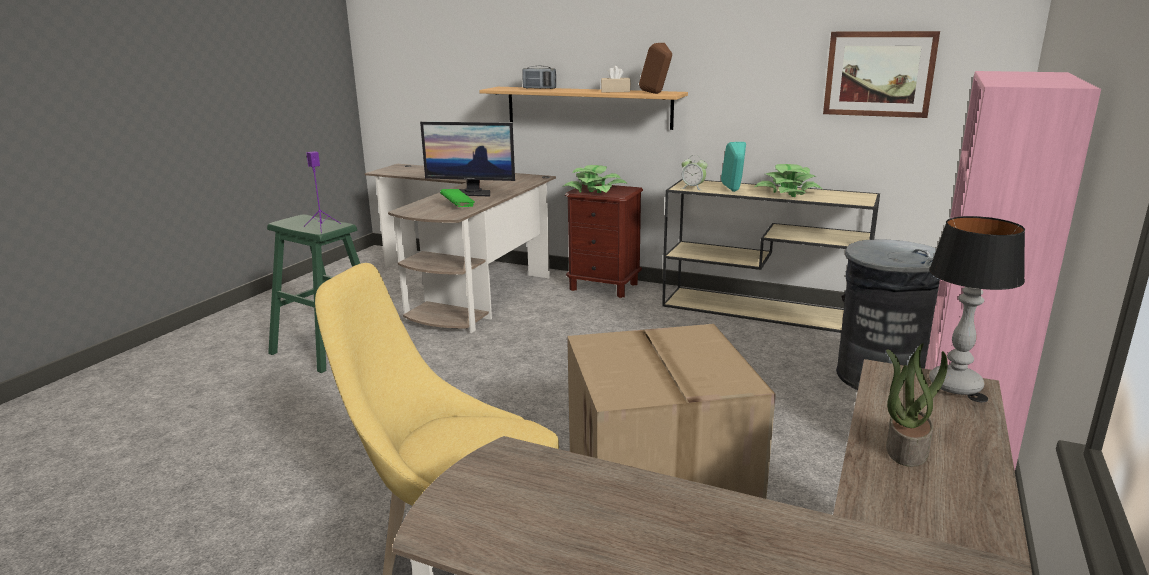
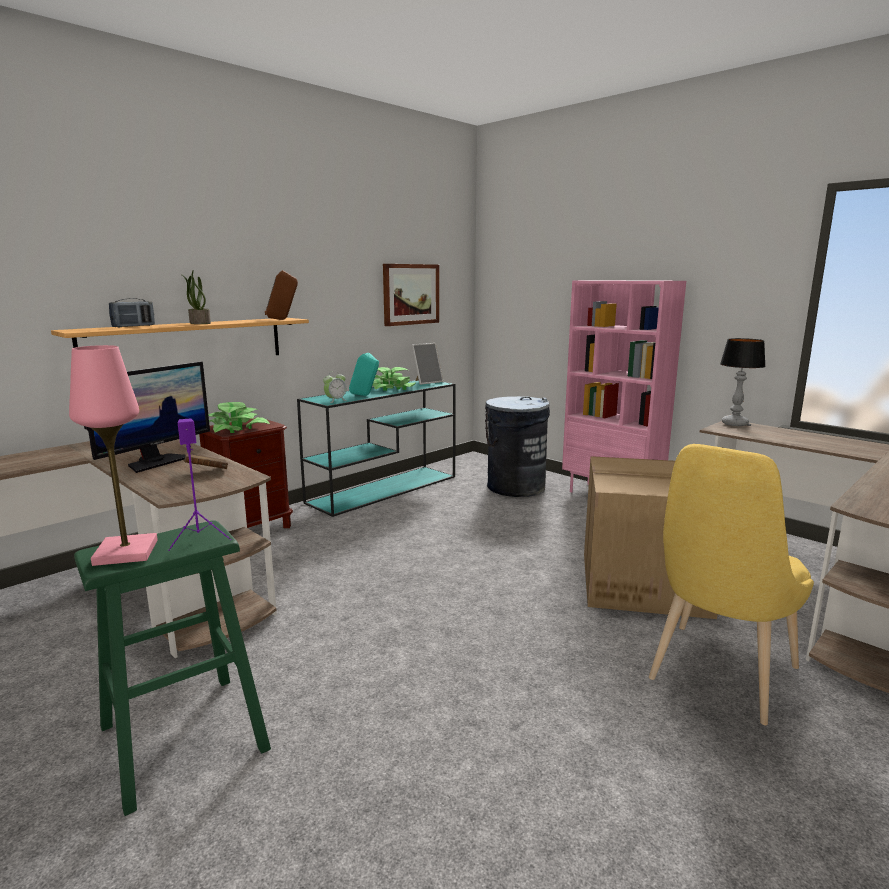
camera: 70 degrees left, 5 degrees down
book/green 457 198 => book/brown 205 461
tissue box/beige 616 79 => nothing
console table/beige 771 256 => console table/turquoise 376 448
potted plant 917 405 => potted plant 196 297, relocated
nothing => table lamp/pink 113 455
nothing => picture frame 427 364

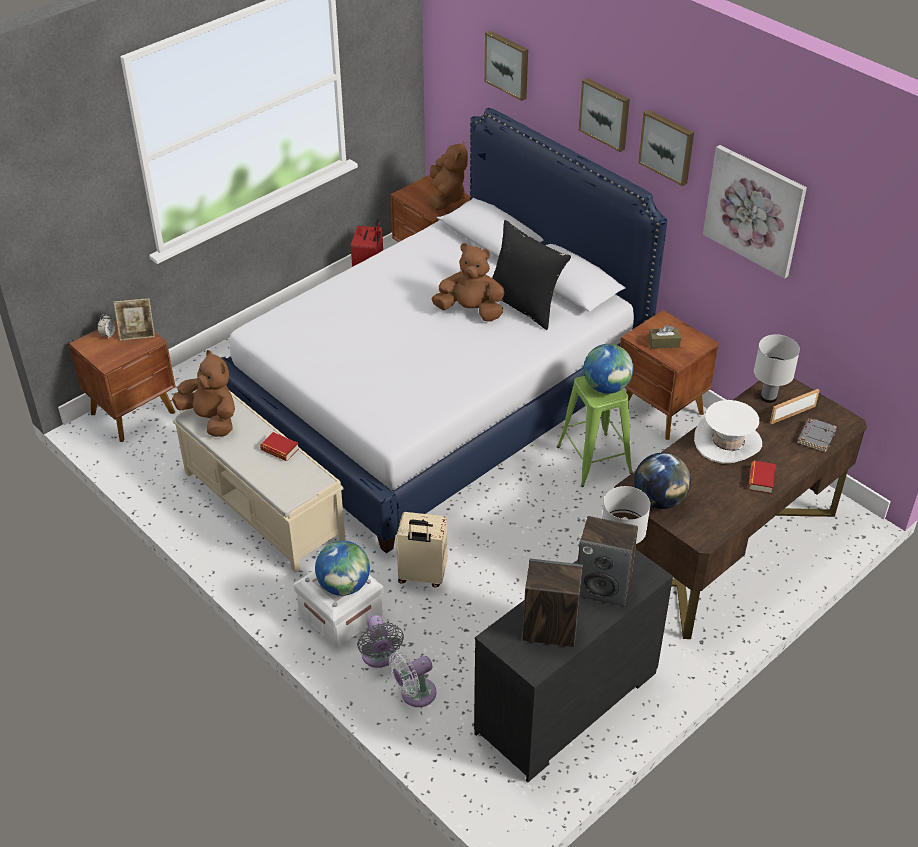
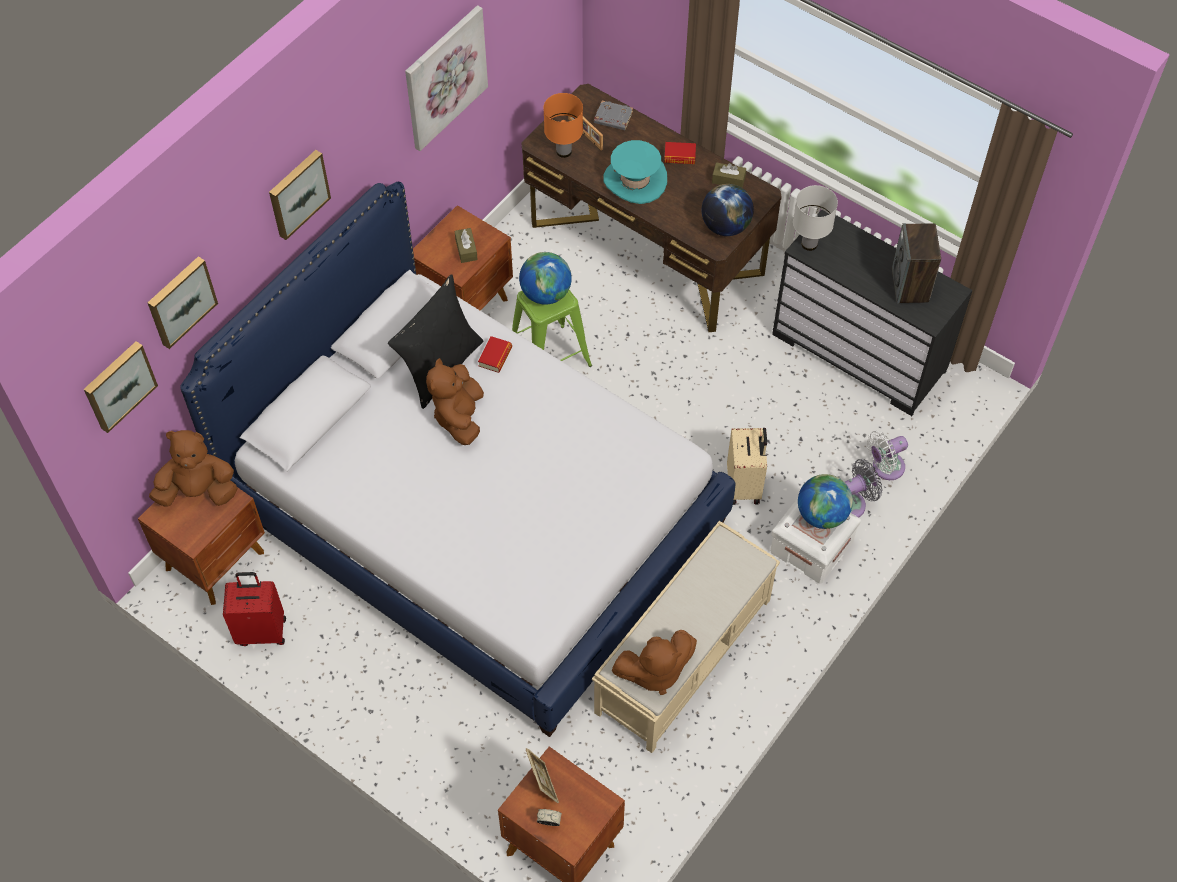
camera: 100 degrees left, 15 degrees up
plush toy/brown 203 393 => plush toy/brown 654 662, 135 degrees counterclockwise
book 279 446 => book 495 354, relocated
fan/white 412 679 => fan/white 887 455, 105 degrees clockwise
speaker 607 561 => nothing
picture 666 148 => picture 121 387, relocated
hat/white 728 431 => hat/turquoise 635 172
table lamp/white 777 368 => table lamp/orange 563 125
nothing => tissue box/brown 729 175

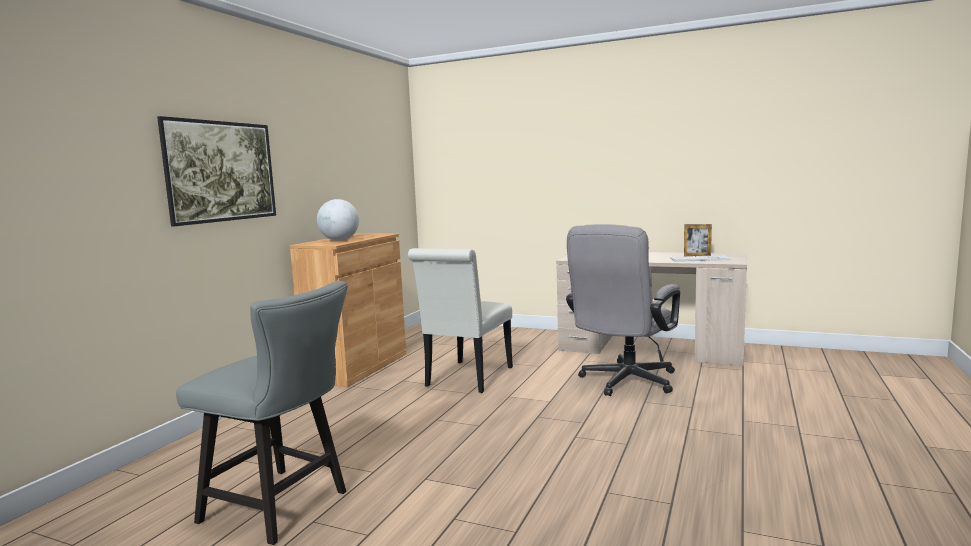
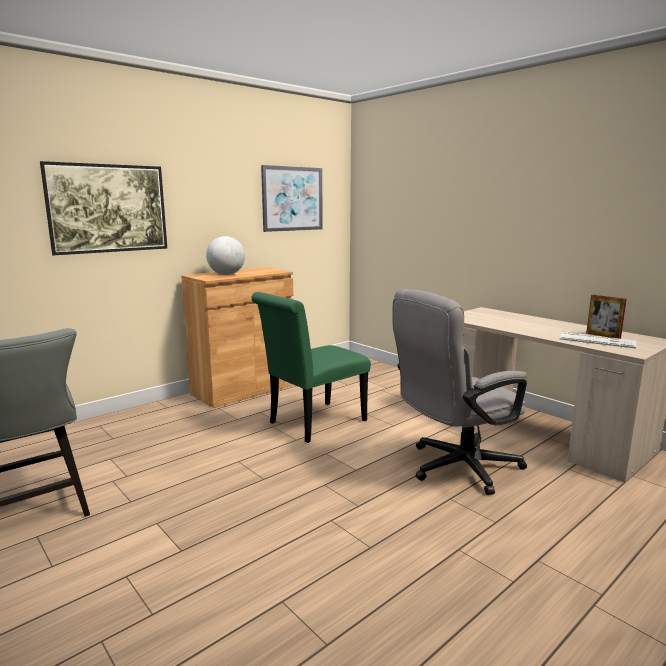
camera: 25 degrees right, 5 degrees up
chair/white 460 320 => chair/green 311 367
nothing => picture 292 198

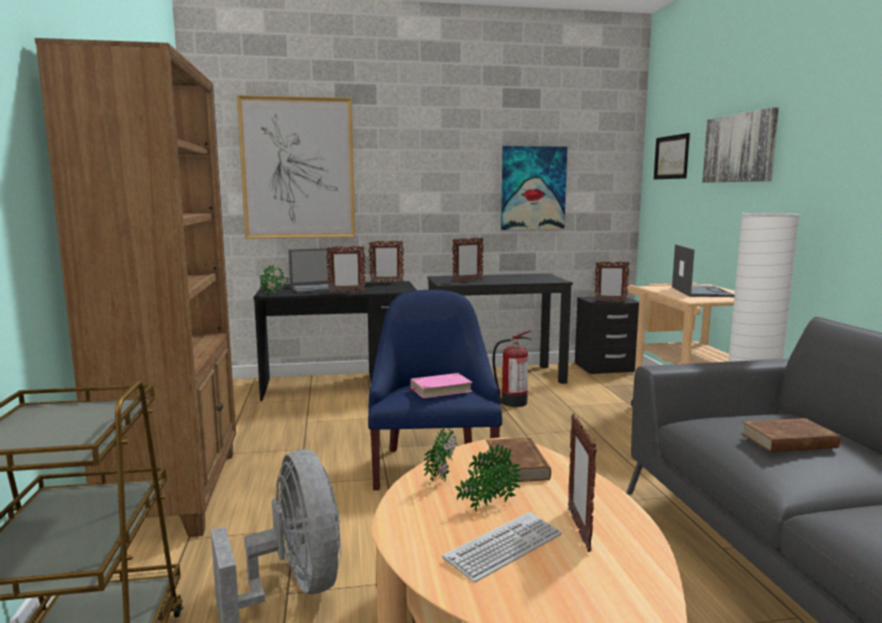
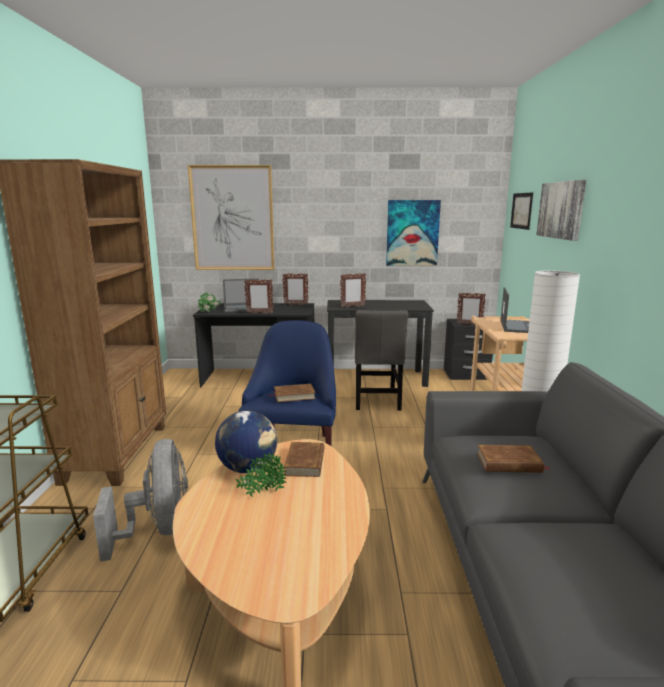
camera: 10 degrees right, 5 degrees up
book/pink 439 385 => book/brown 292 393
potted plant 440 455 => globe 246 442
keyboard 502 547 => nothing
fire extinguisher 512 368 => chair/grey 381 360
picture frame 582 483 => nothing

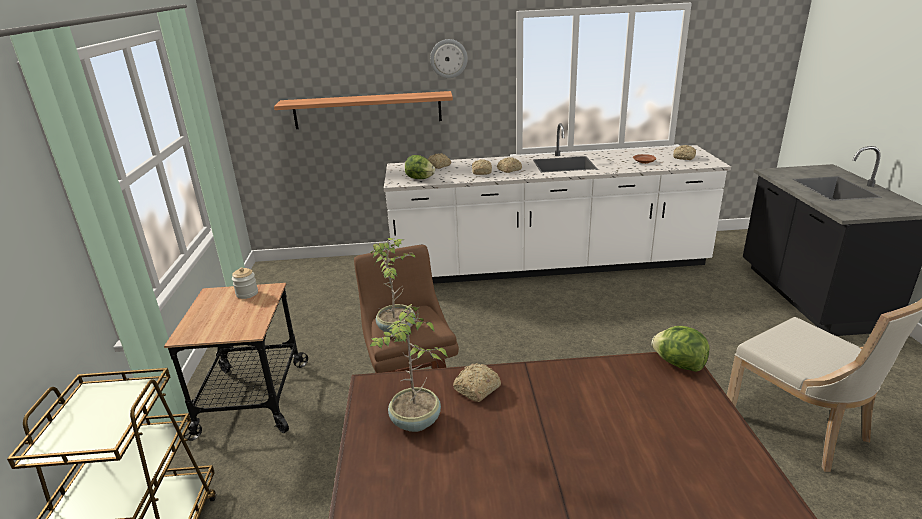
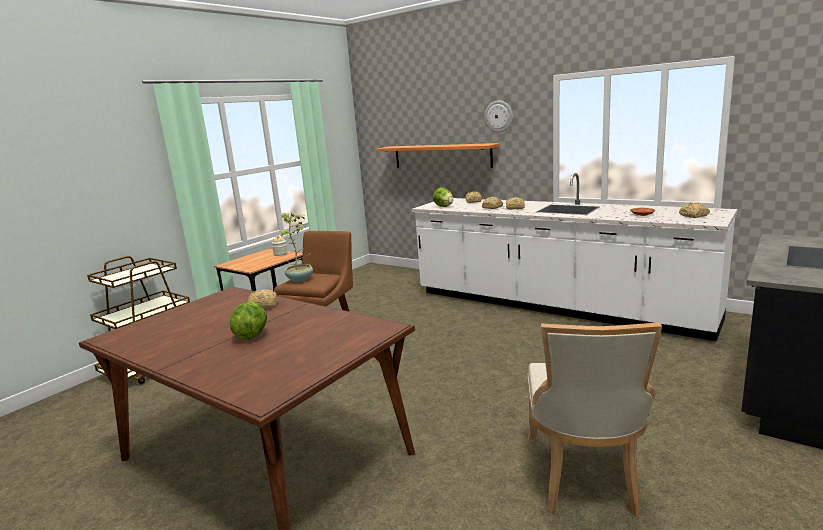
camera: 40 degrees right, 10 degrees down
potted plant 408 368 => nothing
lettuce 680 349 => lettuce 248 321, relocated

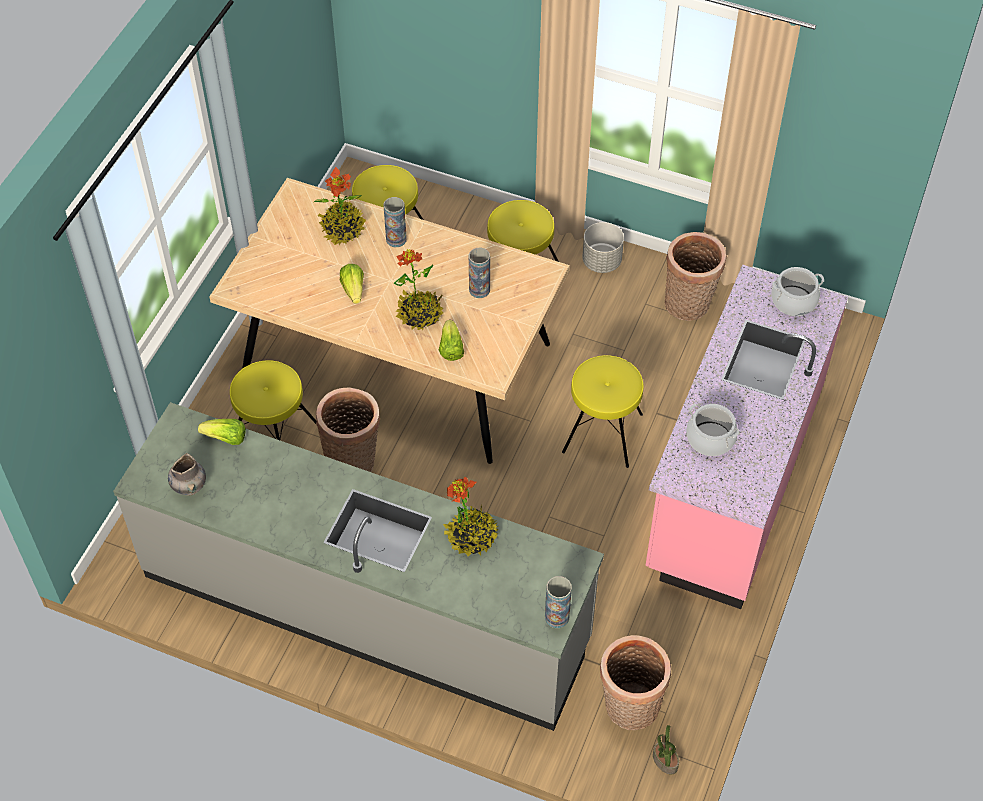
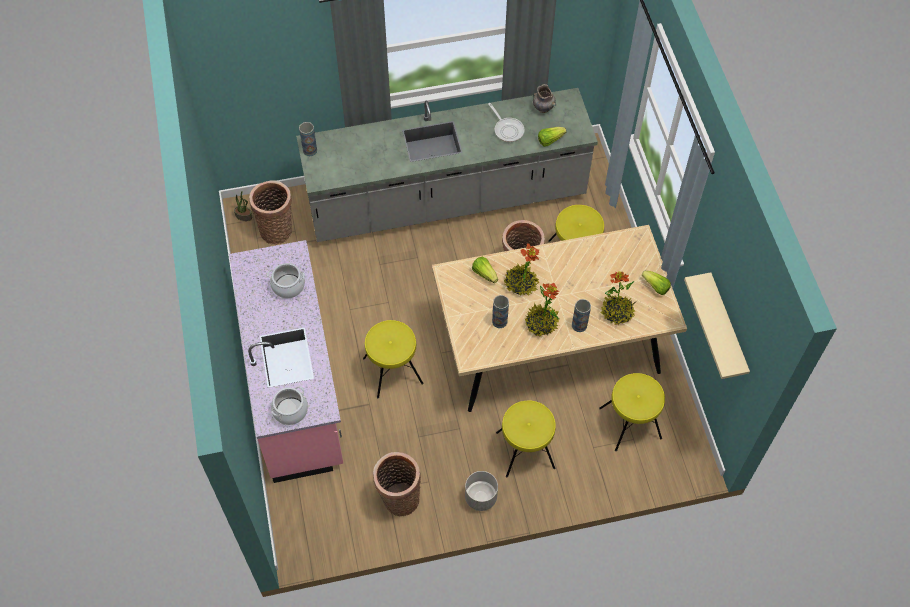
camera: 145 degrees right, 5 degrees up
lettuce 352 284 => lettuce 656 282, relocated
potted plant 471 516 => potted plant 542 310, relocated
nothing => frying pan 506 122
nothing => shelf/beige 717 325

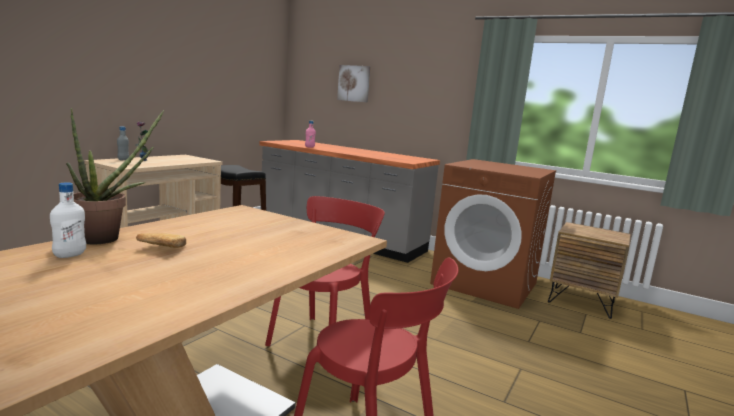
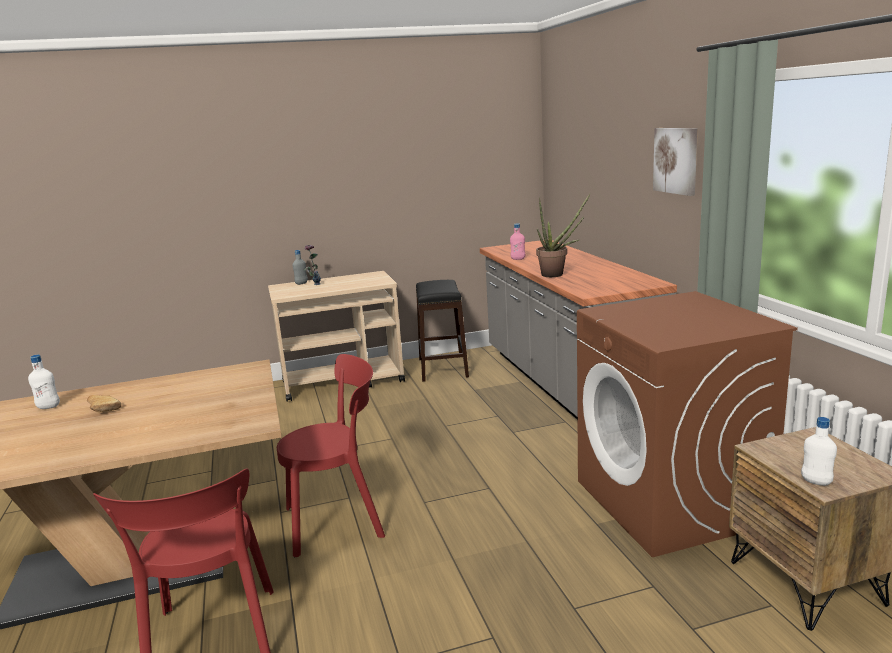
camera: 45 degrees right, 5 degrees up
potted plant 115 176 => potted plant 563 235, relocated
picture 354 84 => picture 675 162, relocated
nothing => bottle/white 819 451

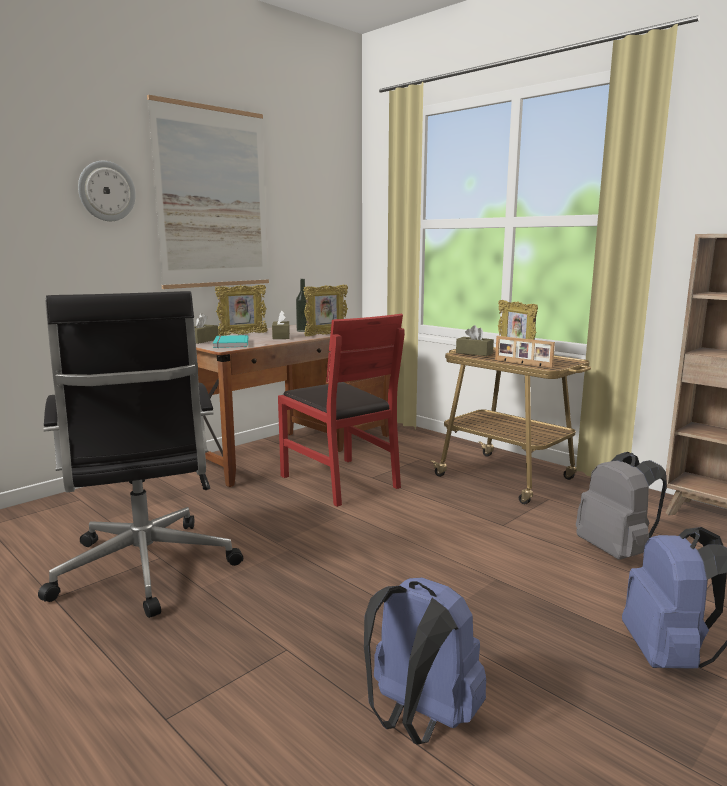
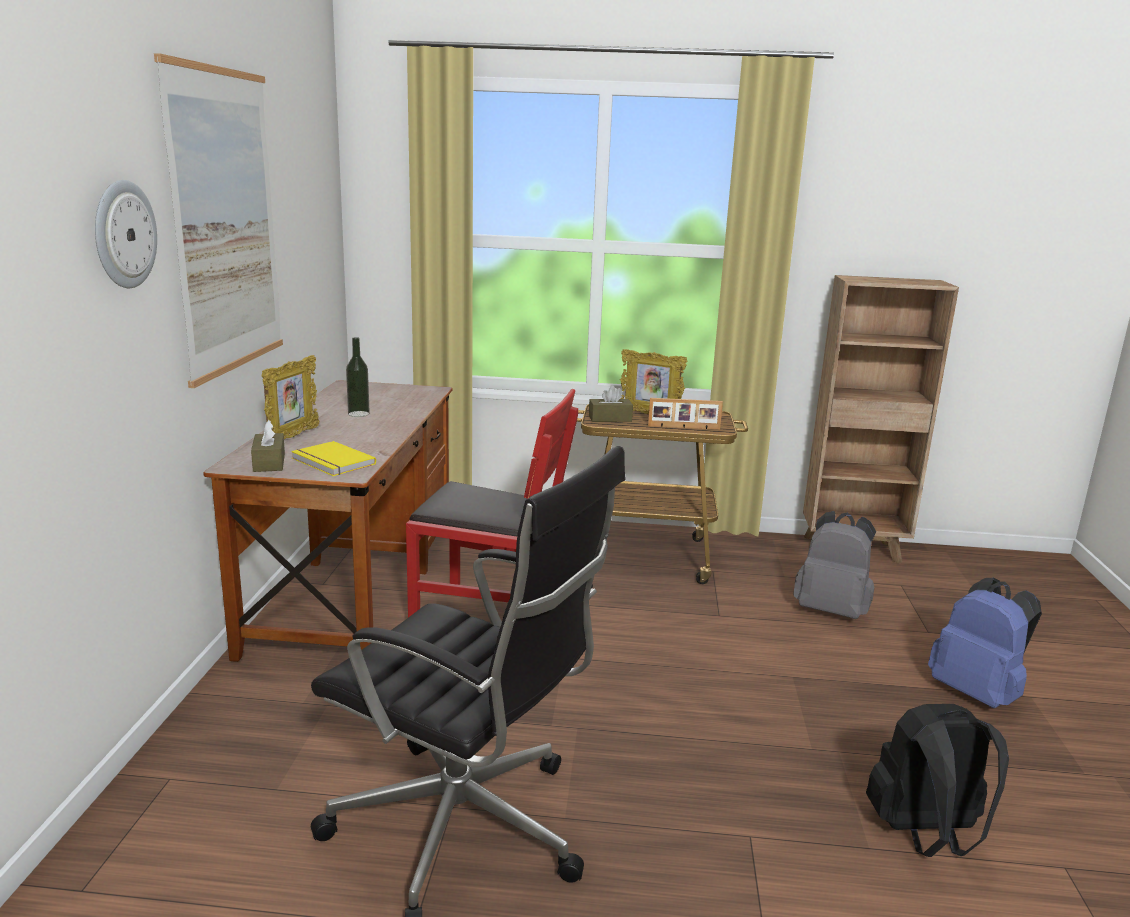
camera: 40 degrees left, 5 degrees up
book/turquoise 230 341 => book/yellow 333 458
tissue box/brown 281 324 => nothing
picture frame 325 310 => nothing
backpack/blue 425 661 => backpack/black 937 780

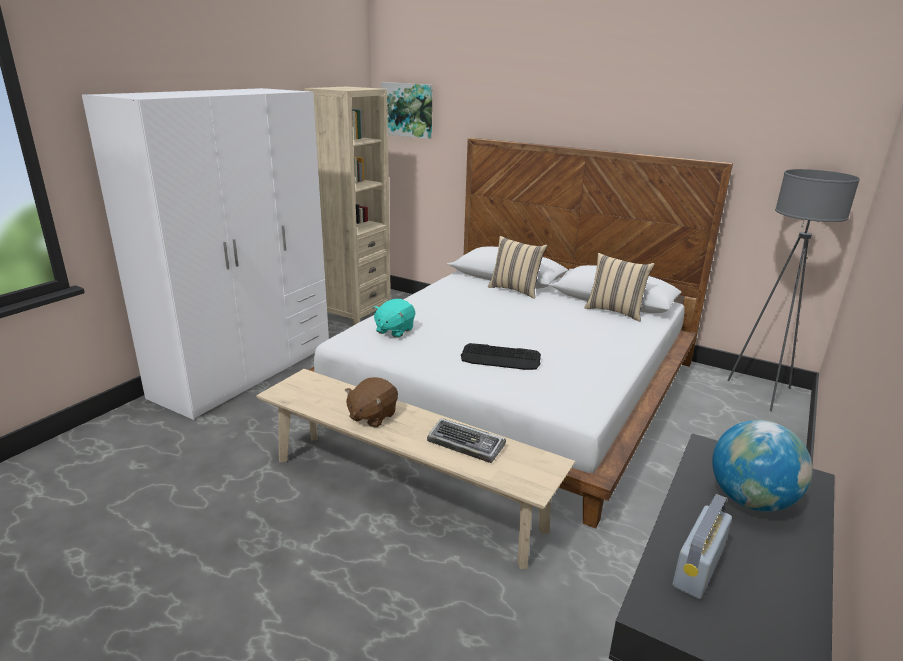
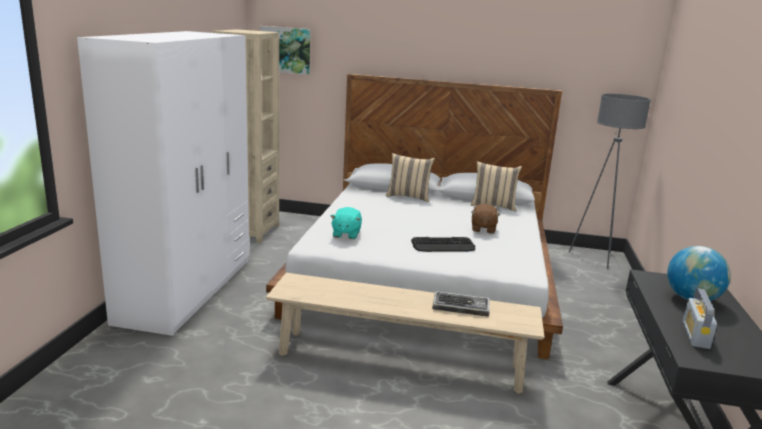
camera: 20 degrees left, 5 degrees down
plush toy/brown 371 402 => plush toy/brown 485 219, relocated

